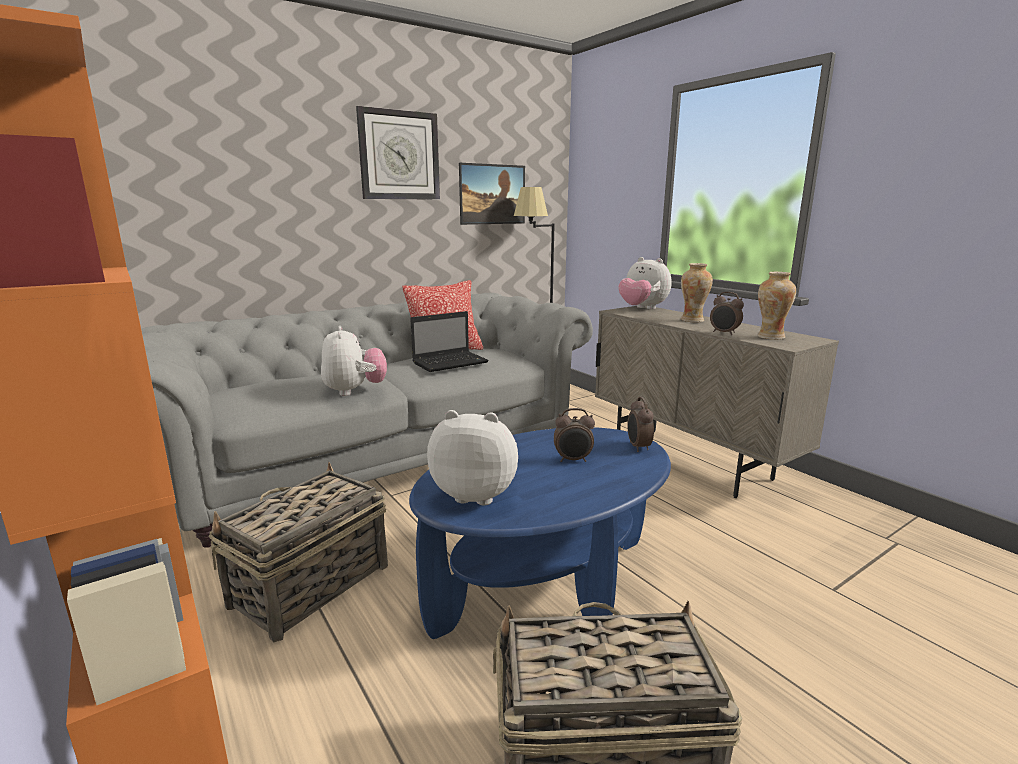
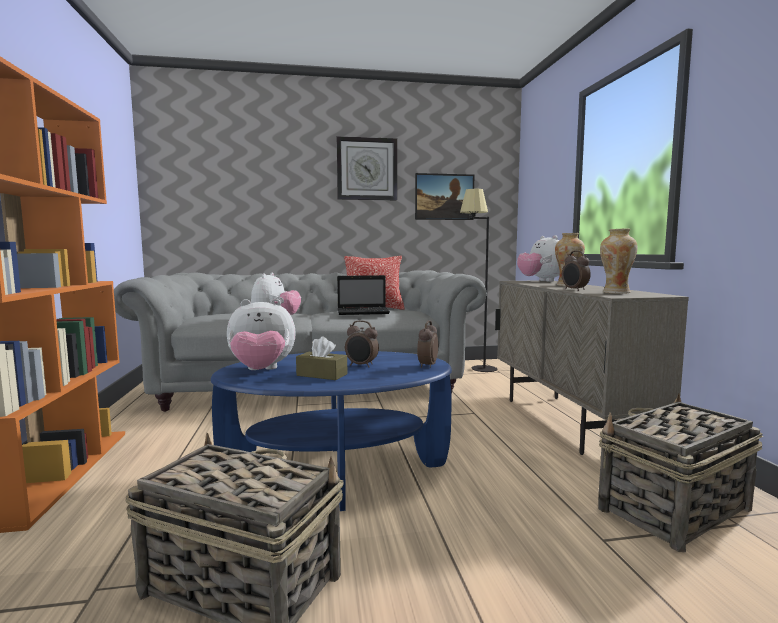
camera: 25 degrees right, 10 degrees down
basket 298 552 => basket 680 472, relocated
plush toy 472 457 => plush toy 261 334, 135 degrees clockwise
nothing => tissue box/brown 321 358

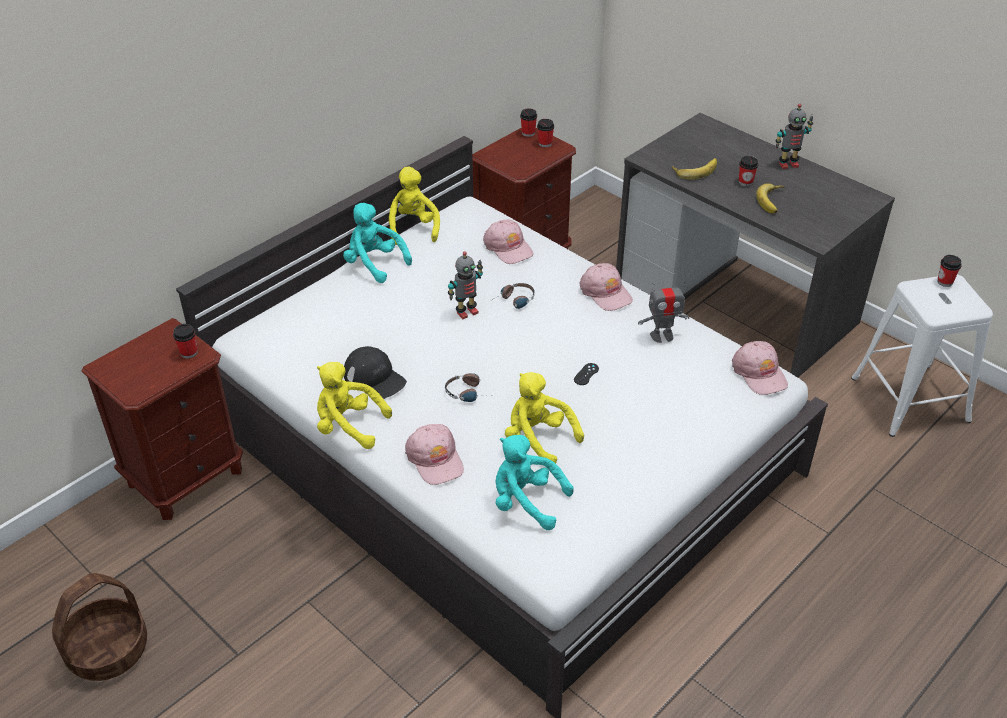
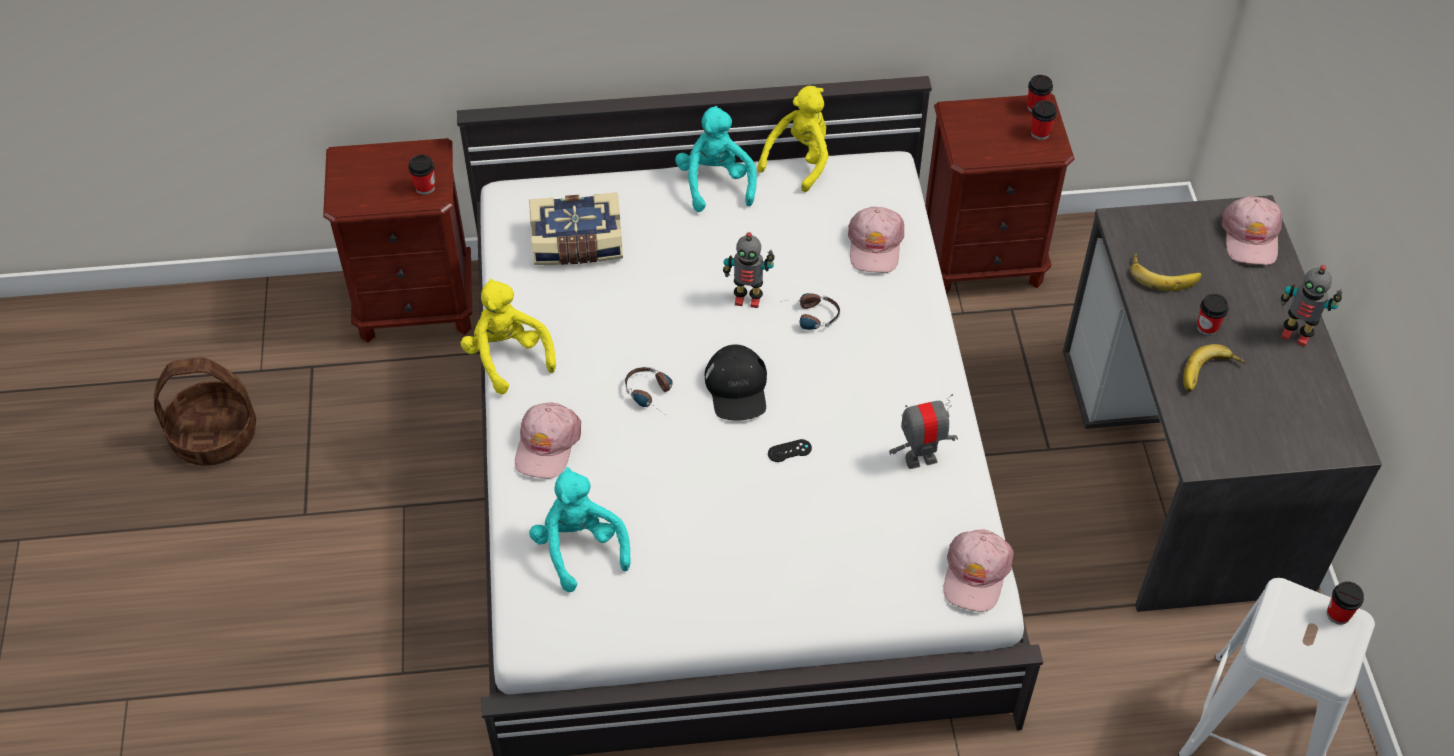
camera: 40 degrees right, 10 degrees up
cap/black 375 372 => cap/black 736 382, relocated
plush toy/yellow 544 418 => nothing
cap/pink 606 287 => cap/pink 1251 230, relocated
toy robot 663 311 => toy robot 923 431, 135 degrees clockwise
nothing => book 576 229

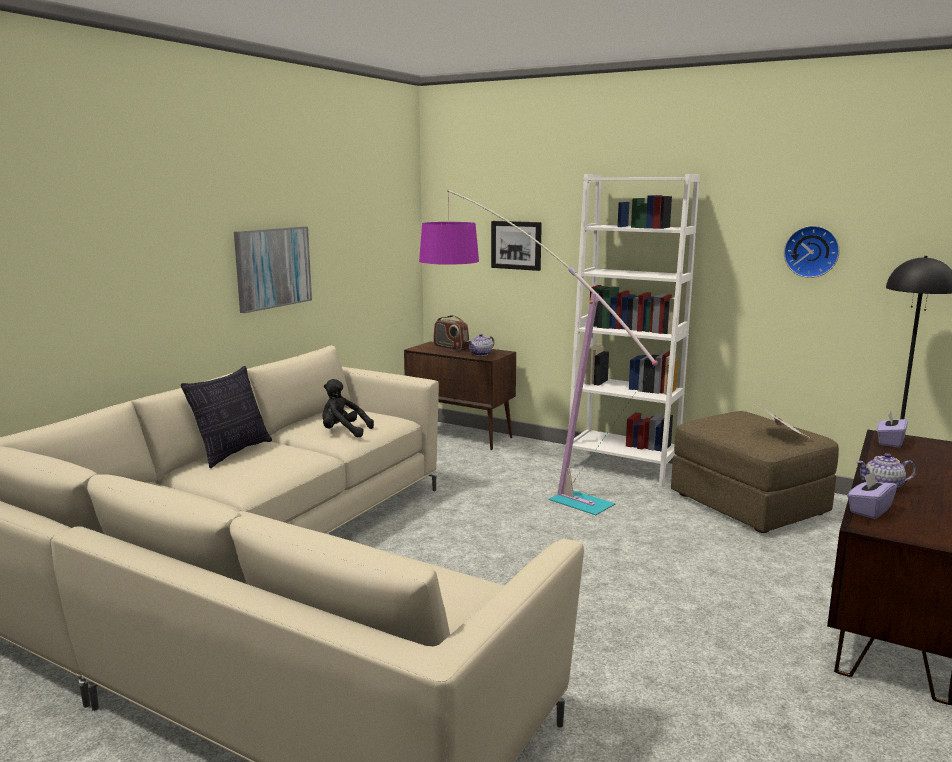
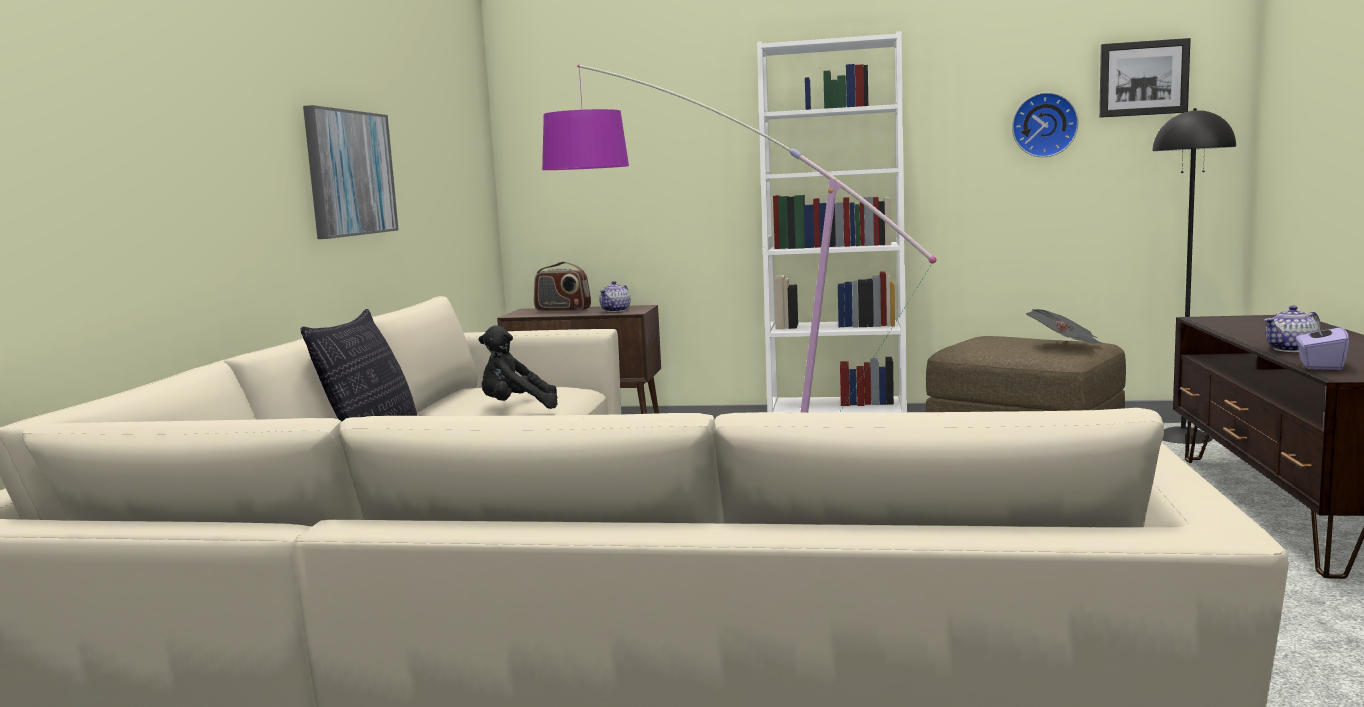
camera: 20 degrees left, 5 degrees down
picture 516 246 => picture 1145 78, relocated
tissue box/purple 892 429 => nothing

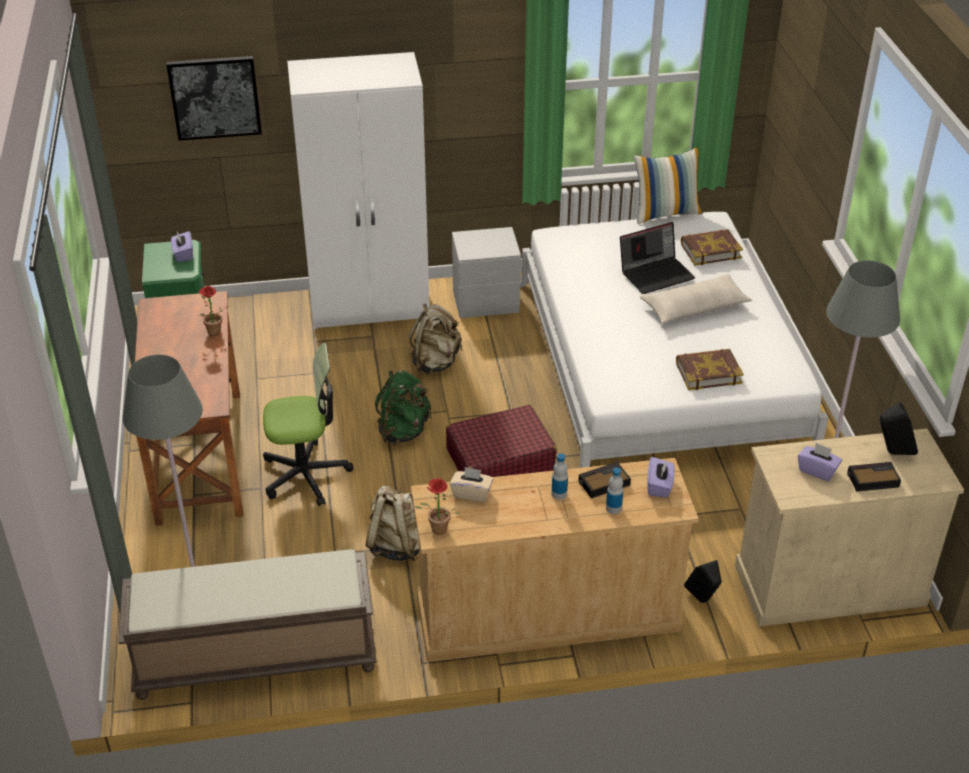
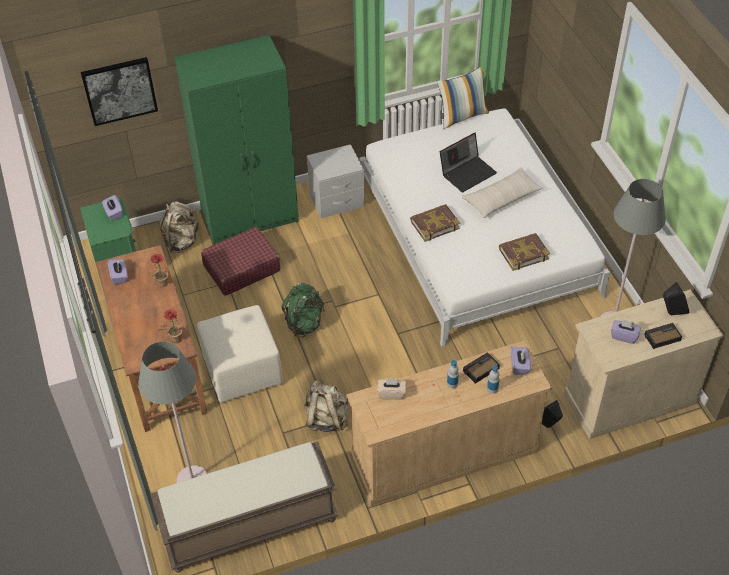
camera: 10 degrees left, 10 degrees up
office chair 308 424 => ottoman/beige 240 354
wardrobe/white 358 190 => wardrobe/green 236 139
backpack/beige 435 339 => backpack/beige 179 227, relocated
potted plant 437 506 => potted plant 173 326, relocated
suitcase/red 501 441 => suitcase/red 240 261, relocated
book 712 247 => book 435 223, relocated
nothing => tissue box/purple 118 272

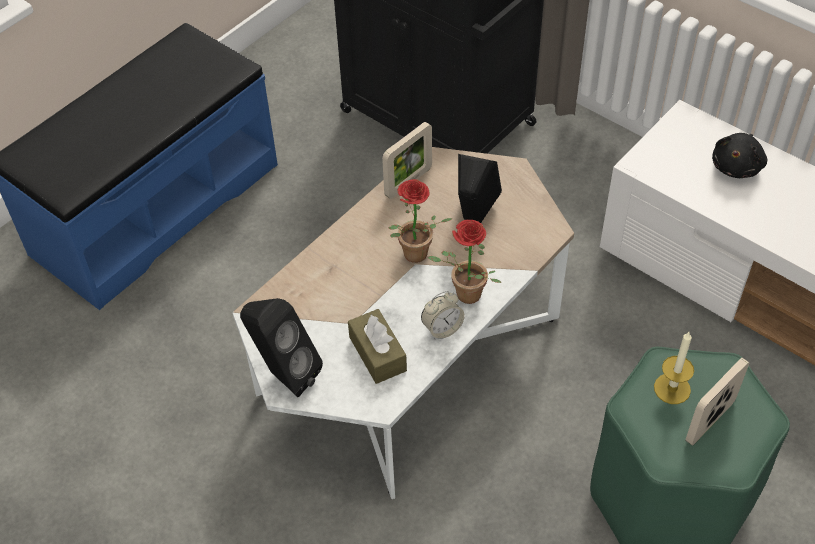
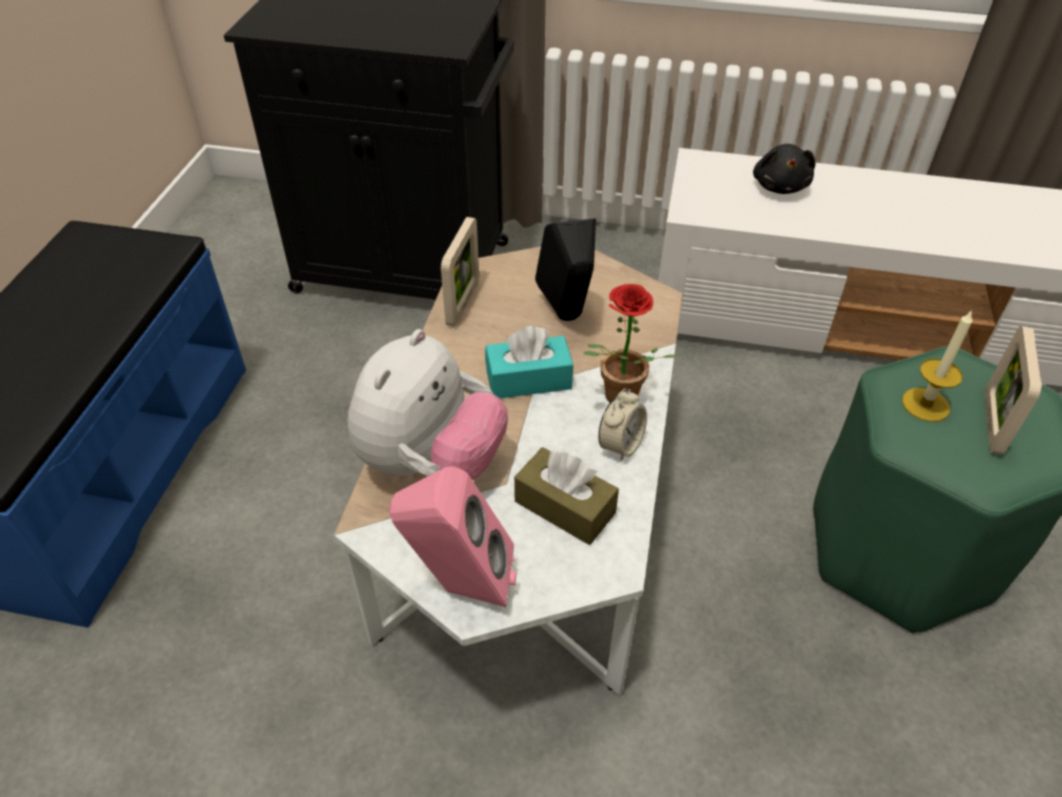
camera: 30 degrees left, 5 degrees down
speaker/black 281 347 => speaker/pink 453 536
potted plant 420 221 => tissue box/turquoise 529 362
nothing => plush toy 428 404

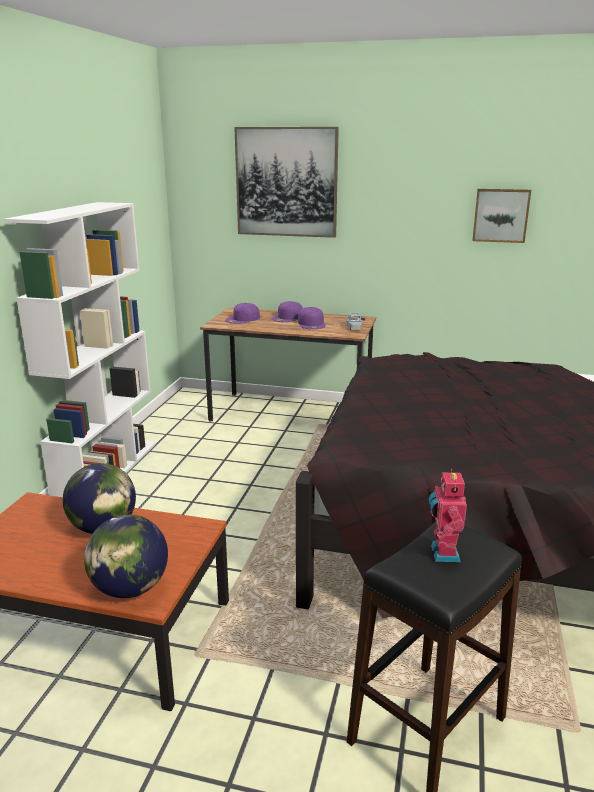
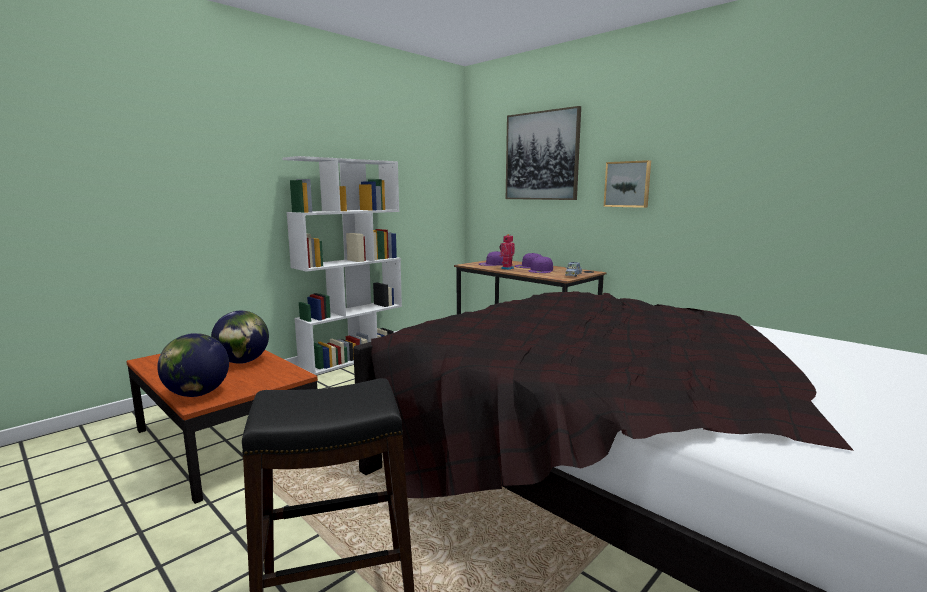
camera: 30 degrees right, 10 degrees down
toy robot 448 515 => toy robot 507 252, relocated
picture 501 216 => picture 627 184, relocated

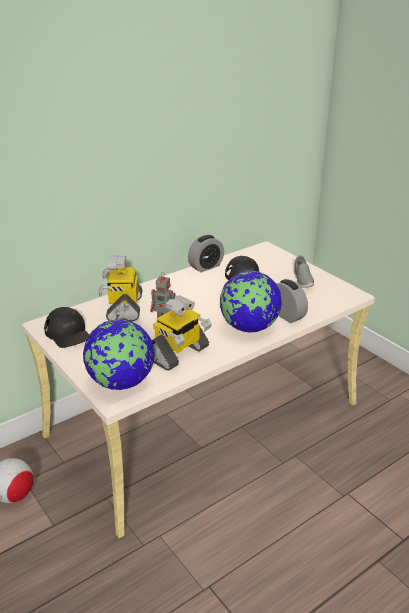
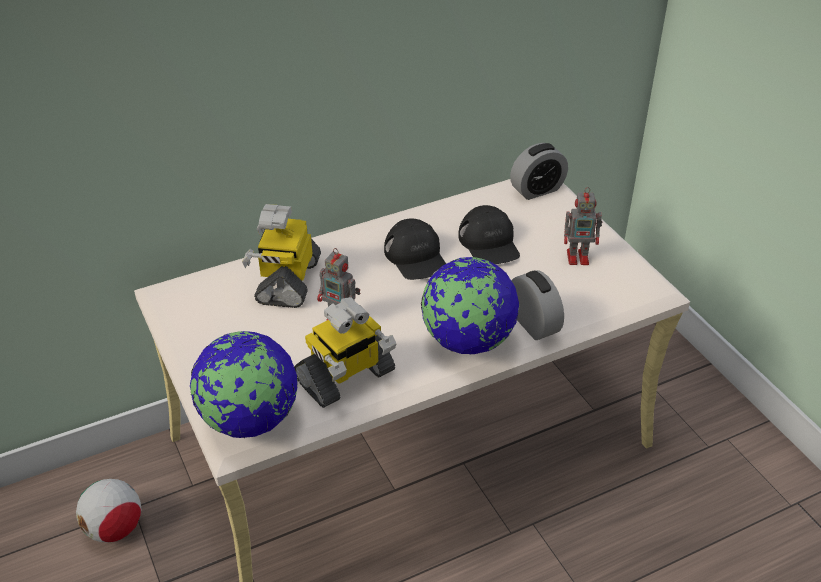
camera: 10 degrees right, 10 degrees up
cap/black 66 327 => cap/black 415 249, relocated
alarm clock 206 253 => alarm clock 539 171, relocated
shoe/grey 304 271 => toy robot 583 226

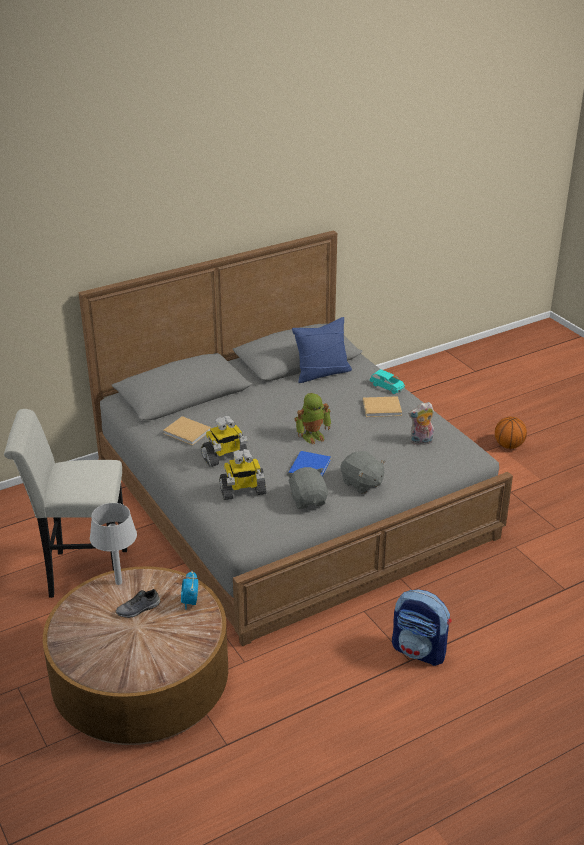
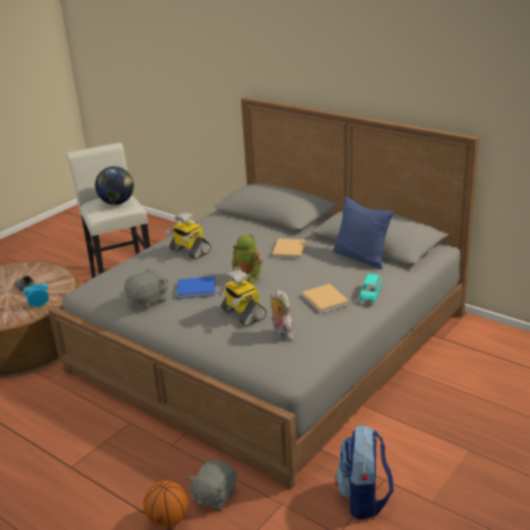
camera: 70 degrees right, 5 degrees down
table lamp/grey 113 544 => nothing
book/beige 187 430 => book/beige 289 249, relocated
toy robot 243 474 => toy robot 241 298, relocated
plush toy/grey 363 472 => plush toy/grey 212 485, relocated
backpack 421 627 => backpack 364 472, relocated
basketball 511 433 => basketball 165 504, relocated
nothing => globe 114 185

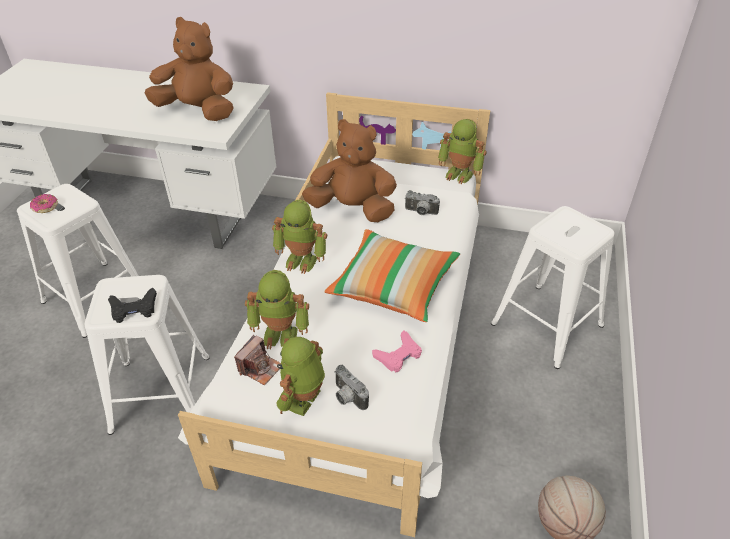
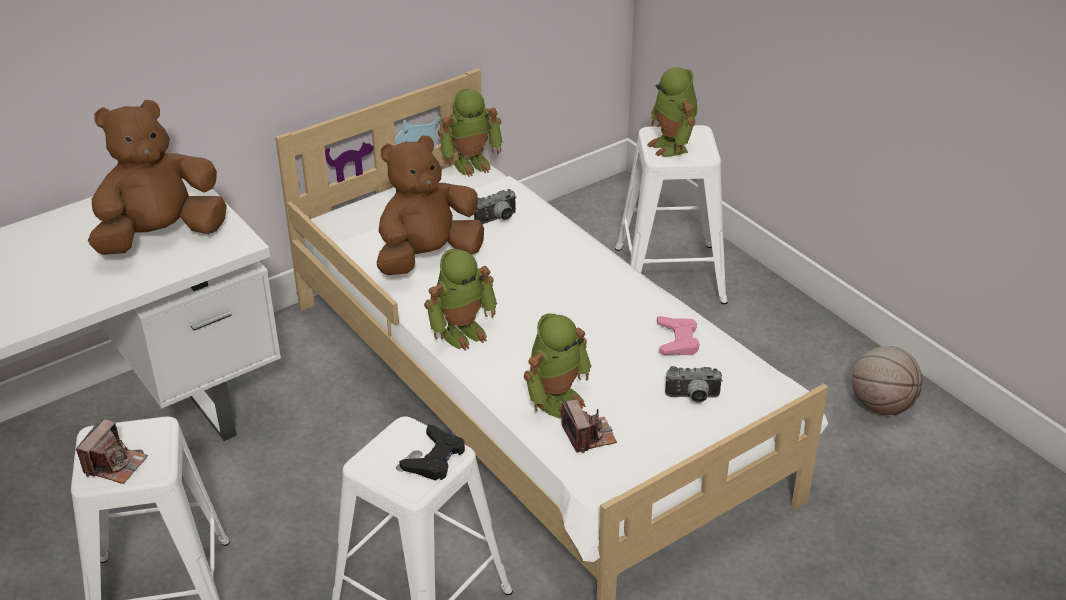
camera: 50 degrees left, 5 degrees down
donut 44 203 => photo camera 112 451
toy robot 301 376 => toy robot 672 112, relocated
pillow 392 275 => nothing

